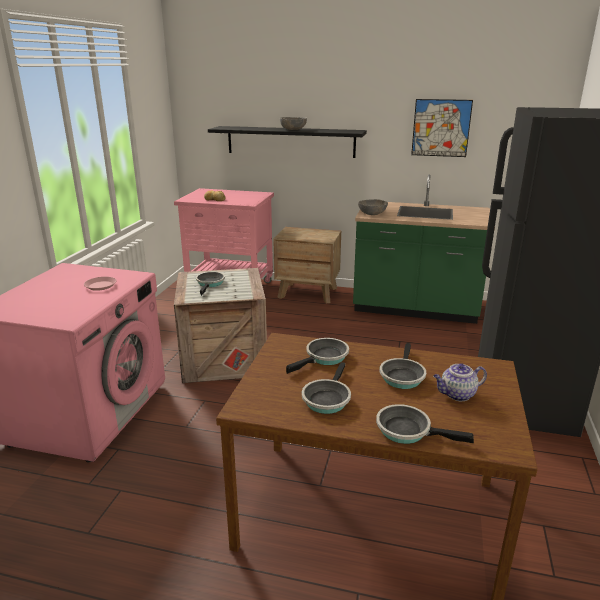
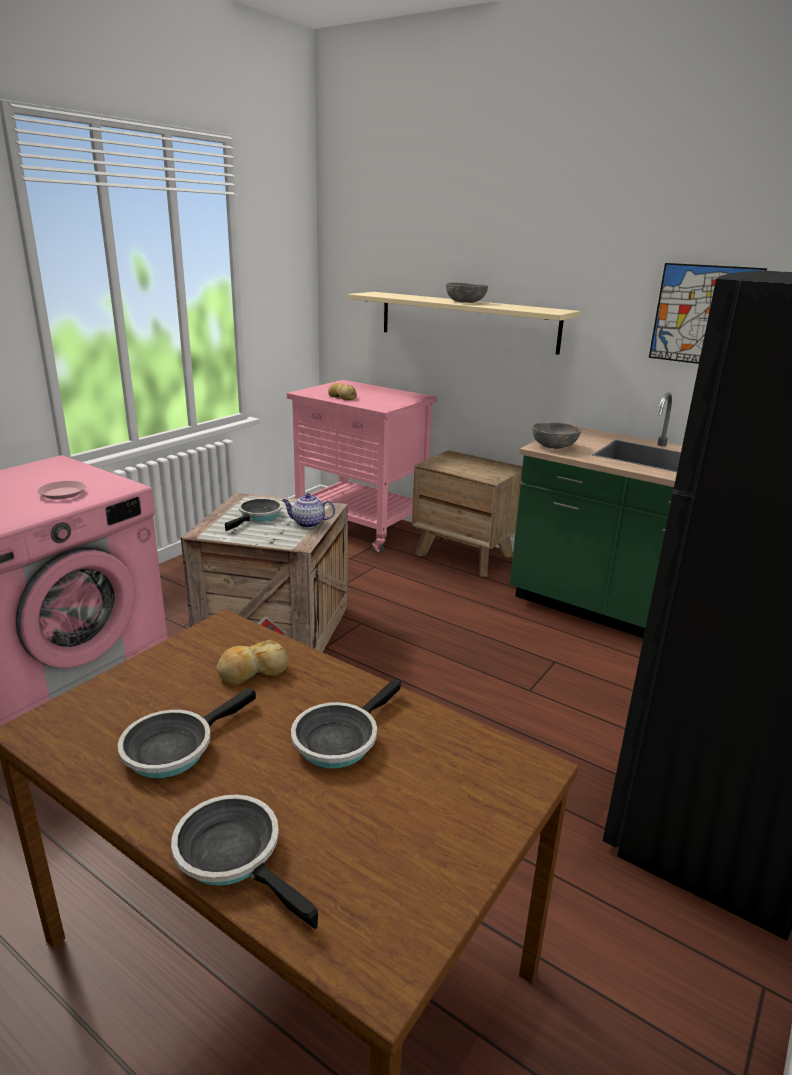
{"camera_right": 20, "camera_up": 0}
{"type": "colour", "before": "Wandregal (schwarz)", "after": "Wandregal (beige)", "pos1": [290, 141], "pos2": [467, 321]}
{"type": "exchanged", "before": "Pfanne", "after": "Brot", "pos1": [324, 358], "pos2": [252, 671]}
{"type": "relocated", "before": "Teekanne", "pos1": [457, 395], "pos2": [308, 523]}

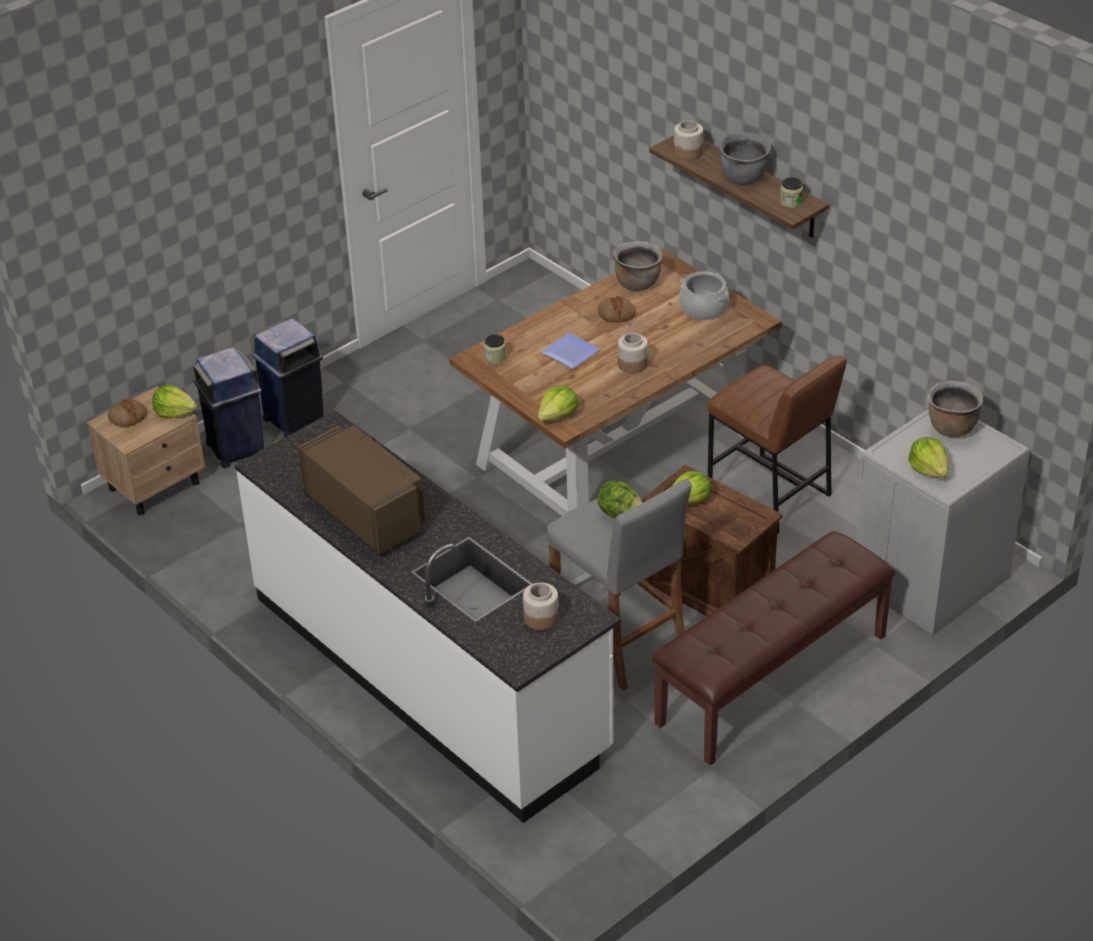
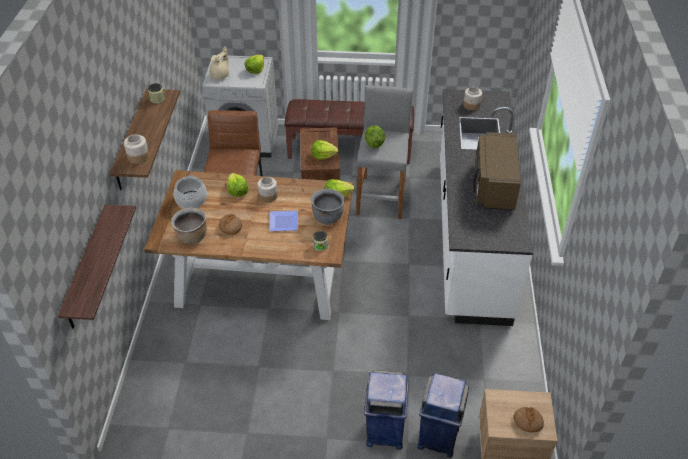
{"camera_right": -135, "camera_up": 5}
{"type": "relocated", "before": "Salatkopf", "pos1": [174, 412], "pos2": [237, 191]}
{"type": "relocated", "before": "Kochtopf (grau)", "pos1": [744, 178], "pos2": [327, 217]}
{"type": "exchanged", "before": "Kochtopf (braun)", "after": "Teekanne (beige)", "pos1": [951, 427], "pos2": [220, 75]}
{"type": "appeared", "after": "Wandregal", "pos2": [86, 268]}

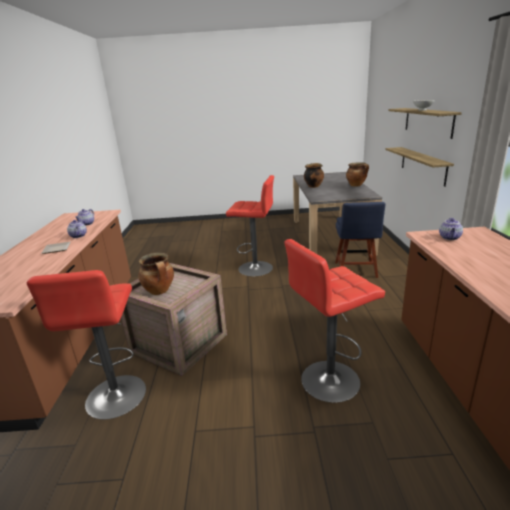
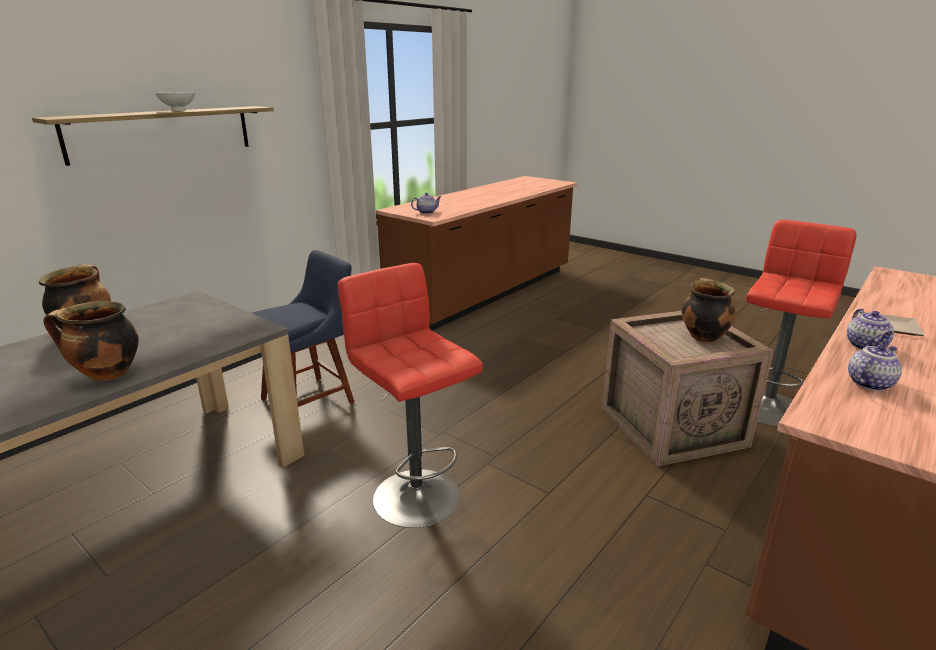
{"camera_right": -140, "camera_up": 0}
{"type": "missing", "before": "Hocker (rot)", "pos1": [329, 380]}
{"type": "missing", "before": "Wandregal", "pos1": [422, 165]}

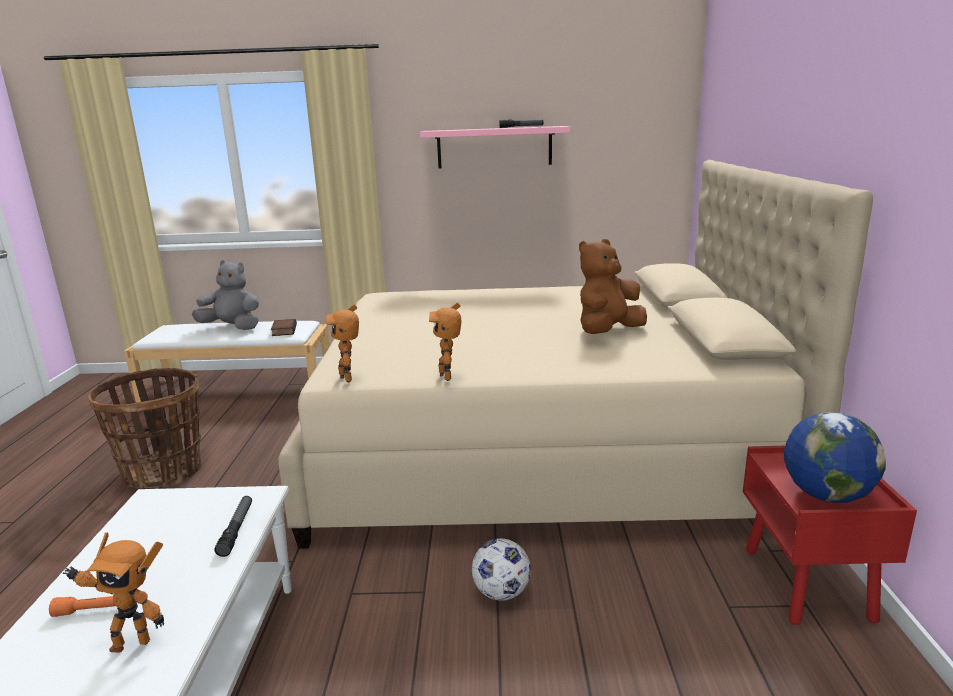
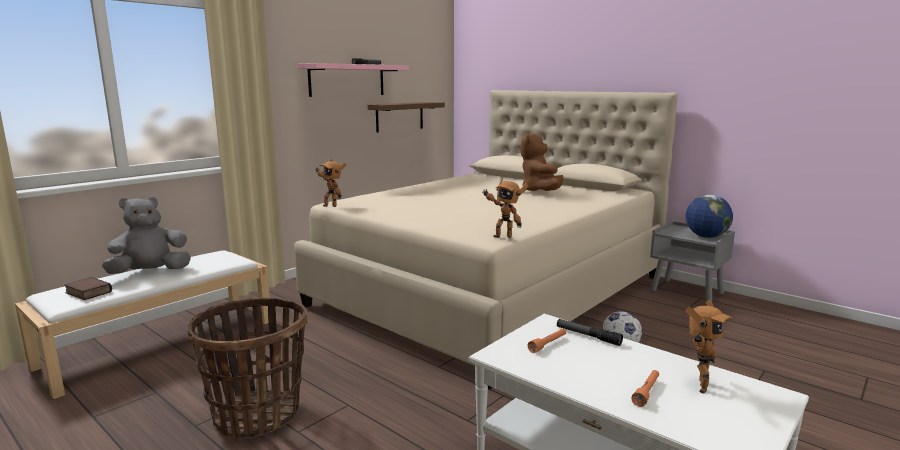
{"camera_right": -50, "camera_up": -5}
{"type": "relocated", "before": "Buch", "pos1": [283, 330], "pos2": [87, 292]}
{"type": "relocated", "before": "Spielzeugroboter", "pos1": [448, 376], "pos2": [331, 205]}
{"type": "colour", "before": "Nachttisch (rot)", "after": "Nachttisch (grau)", "pos1": [808, 584], "pos2": [687, 292]}
{"type": "appeared", "after": "Wandregal (braun)", "pos2": [399, 116]}
{"type": "appeared", "after": "Taschenlampe (orange)", "pos2": [548, 344]}

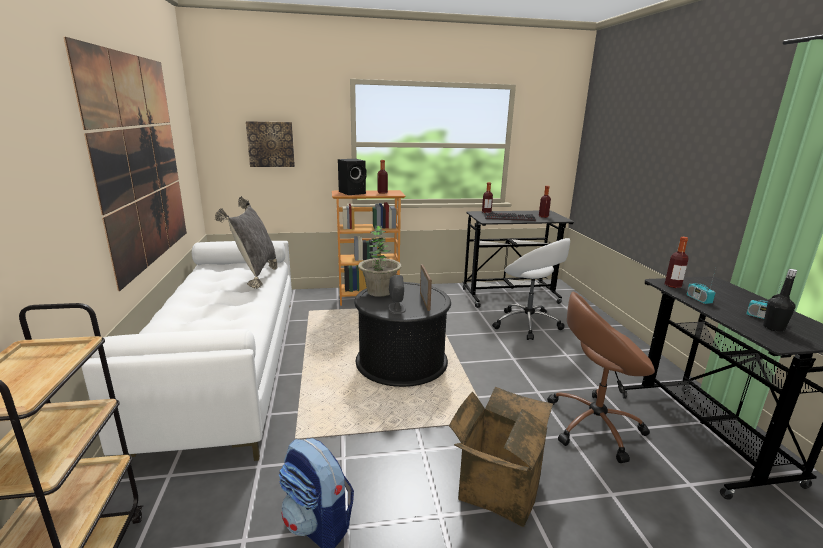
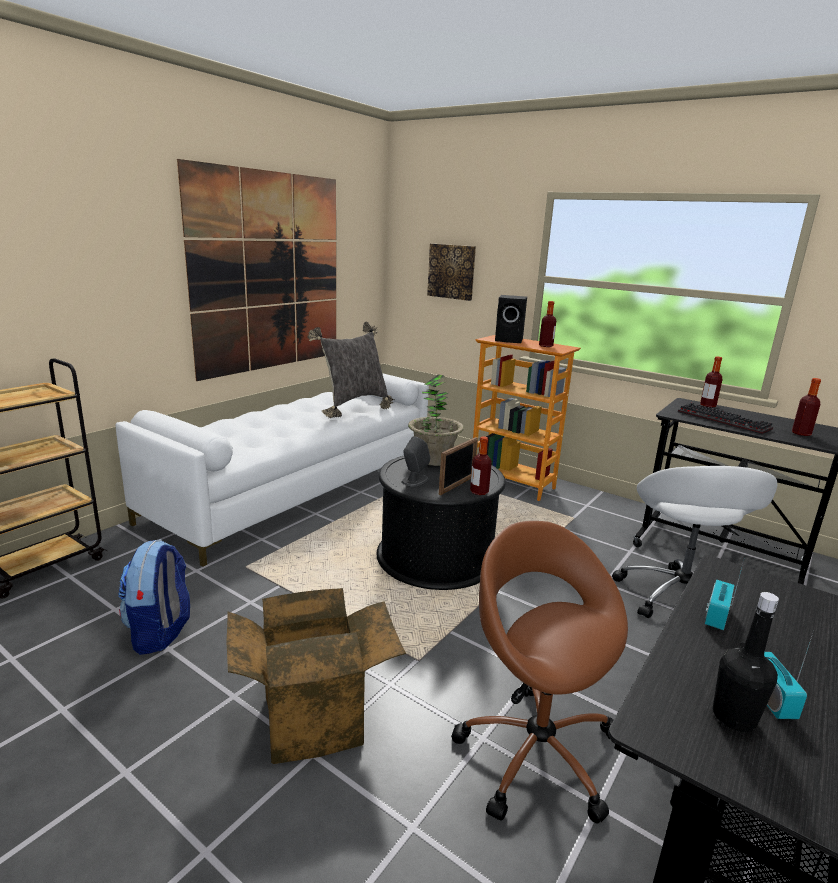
{"camera_right": 45, "camera_up": 0}
{"type": "relocated", "before": "Flasche", "pos1": [672, 285], "pos2": [479, 492]}

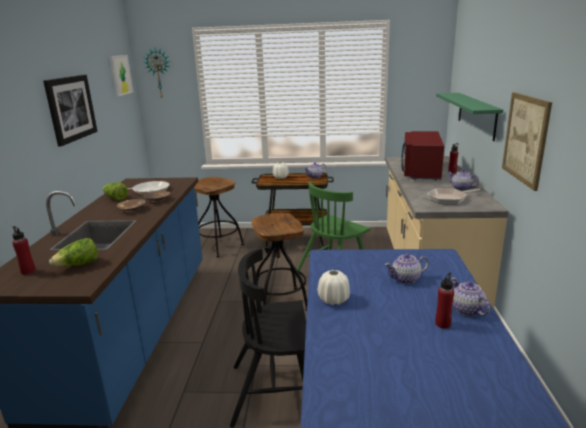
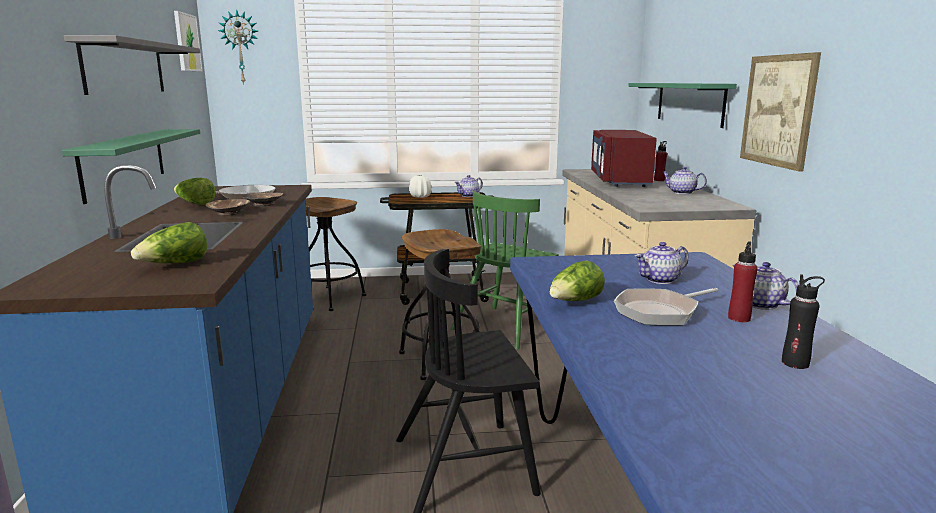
{"camera_right": -10, "camera_up": -5}
{"type": "missing", "before": "Flasche (rot)", "pos1": [28, 271]}
{"type": "exchanged", "before": "Bild", "after": "Wandregal (grau)", "pos1": [71, 108], "pos2": [125, 68]}
{"type": "exchanged", "before": "Vase (weiß)", "after": "Salatkopf", "pos1": [334, 299], "pos2": [575, 302]}
{"type": "relocated", "before": "Pfanne", "pos1": [449, 199], "pos2": [660, 312]}
{"type": "appeared", "after": "Wandregal (grün)", "pos2": [124, 162]}
{"type": "appeared", "after": "Flasche (schwarz)", "pos2": [795, 363]}

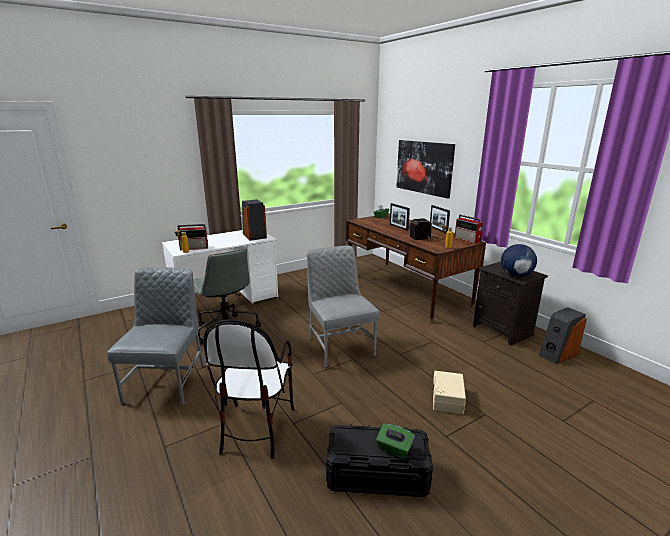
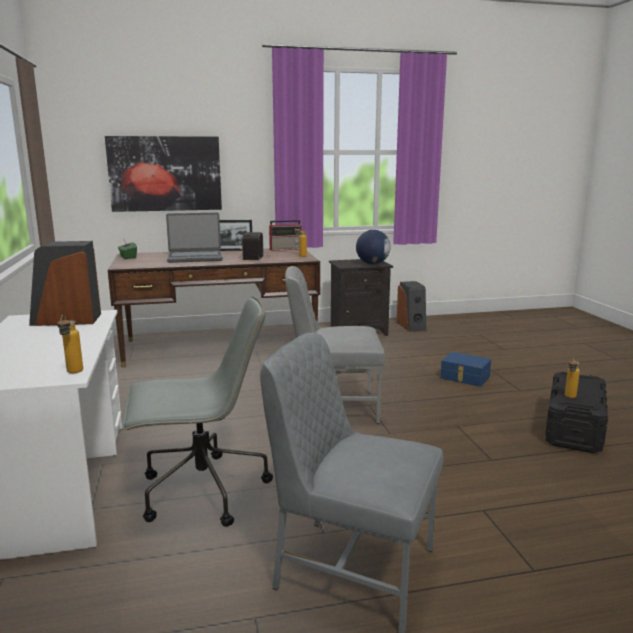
{"camera_right": -70, "camera_up": -5}
{"type": "missing", "before": "Radio", "pos1": [195, 248]}
{"type": "missing", "before": "Stuhl", "pos1": [256, 428]}
{"type": "missing", "before": "Taschentuchbox (grün)", "pos1": [394, 449]}
{"type": "exchanged", "before": "Bilderrahmen", "after": "Laptop", "pos1": [398, 227], "pos2": [195, 258]}
{"type": "colour", "before": "Aufbewahrungsbox (beige)", "after": "Aufbewahrungsbox (blau)", "pos1": [446, 399], "pos2": [464, 378]}
{"type": "appeared", "after": "Flasche", "pos2": [569, 398]}

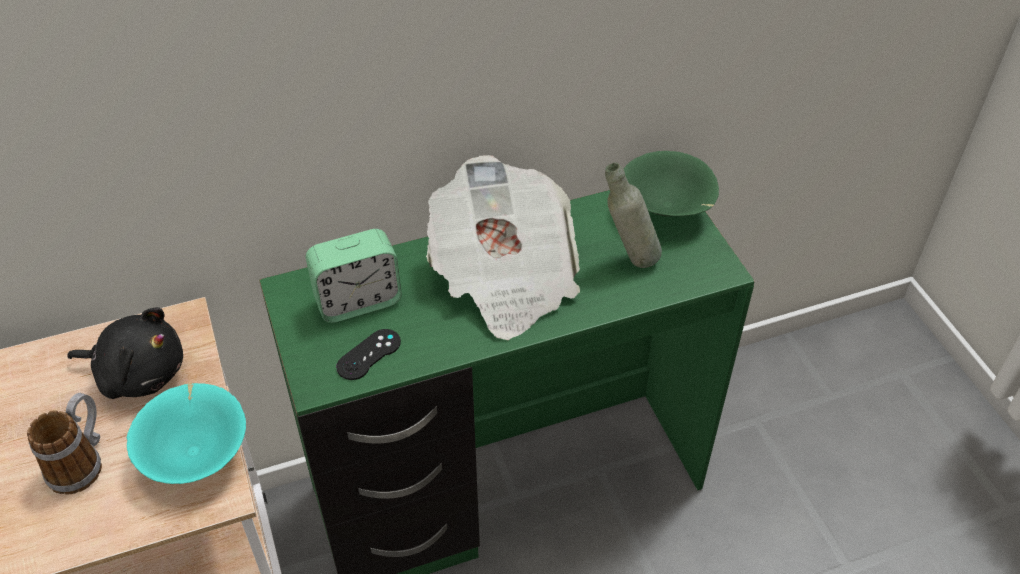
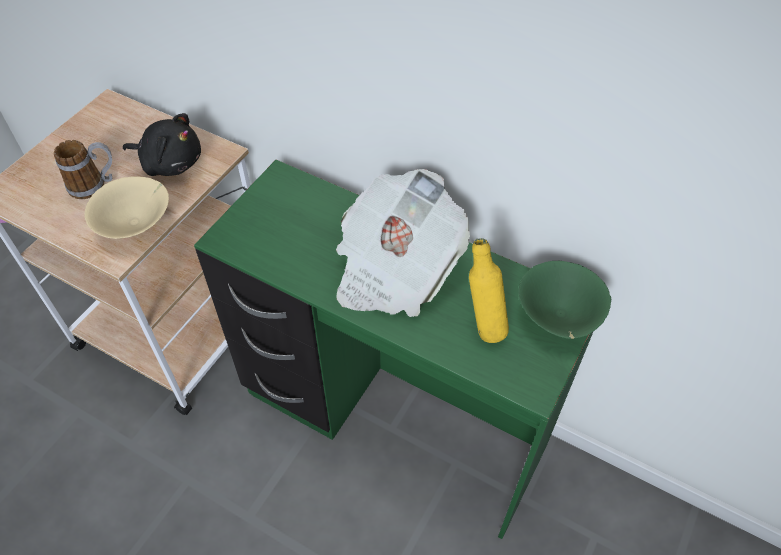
{"camera_right": 50, "camera_up": 5}
{"type": "spun", "before": "Plüschtier (schwarz)", "pos1": [138, 373], "pos2": [170, 162], "turn": -45}
{"type": "colour", "before": "Schüssel (türkis)", "after": "Schüssel (beige)", "pos1": [197, 453], "pos2": [137, 225]}
{"type": "missing", "before": "Wecker", "pos1": [358, 301]}
{"type": "missing", "before": "Gamepad (schwarz)", "pos1": [369, 354]}
{"type": "colour", "before": "Flasche (grau)", "after": "Flasche (gelb)", "pos1": [628, 260], "pos2": [483, 326]}

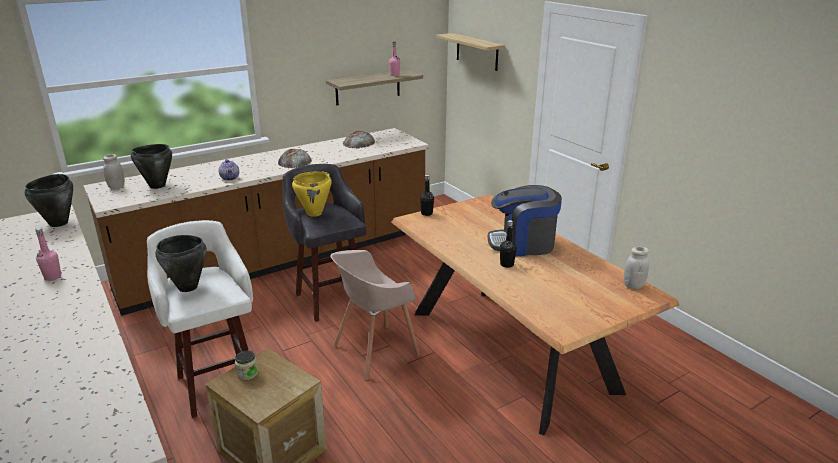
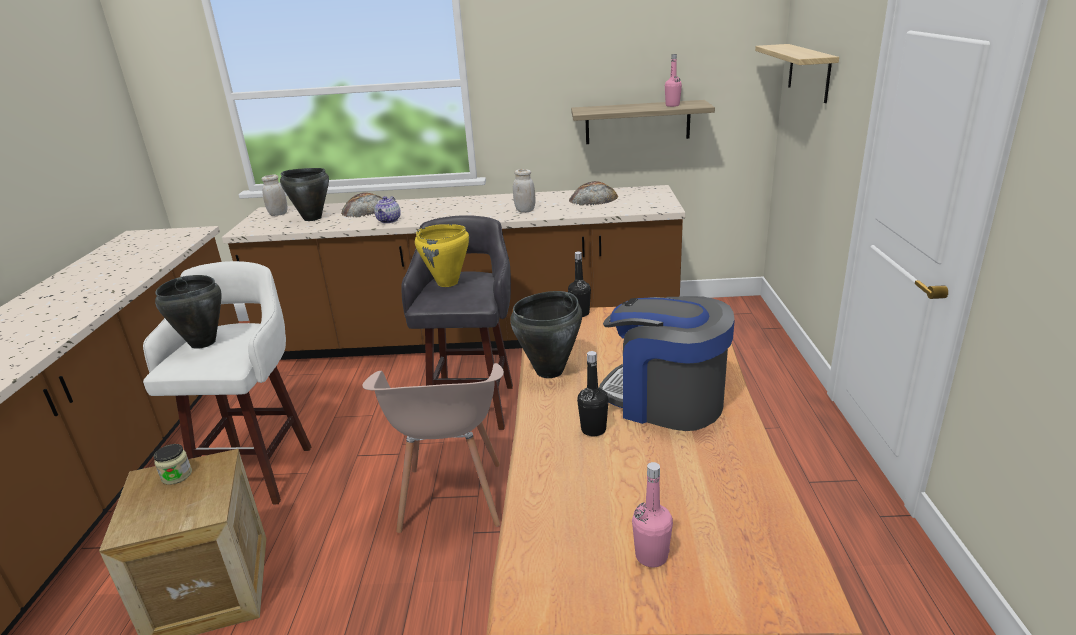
{"camera_right": 35, "camera_up": 0}
{"type": "relocated", "before": "Kochtopf (schwarz)", "pos1": [59, 223], "pos2": [550, 371]}
{"type": "relocated", "before": "Flasche (rosa)", "pos1": [53, 277], "pos2": [651, 556]}
{"type": "relocated", "before": "Brot", "pos1": [294, 161], "pos2": [365, 209]}
{"type": "spun", "before": "Stuhl (beige)", "pos1": [375, 351], "pos2": [452, 498], "turn": -90}
{"type": "relocated", "before": "Vorratsglas (weiß)", "pos1": [633, 286], "pos2": [525, 210]}

